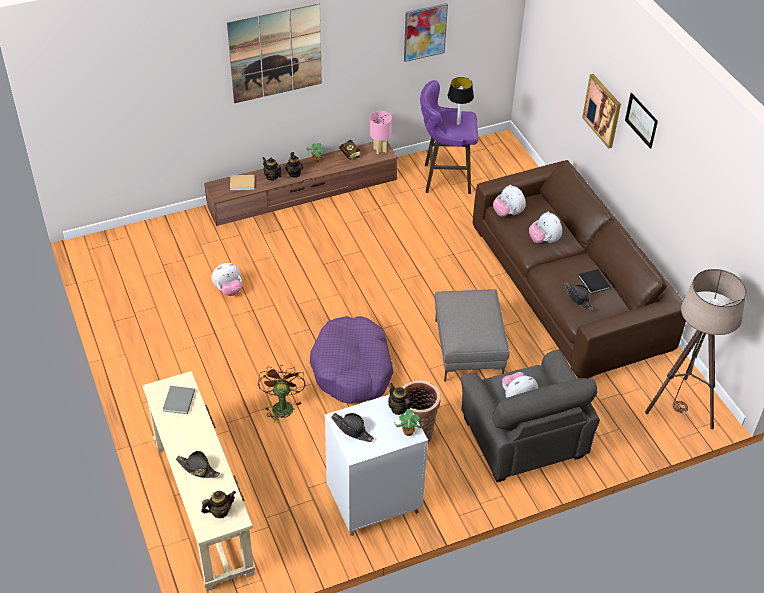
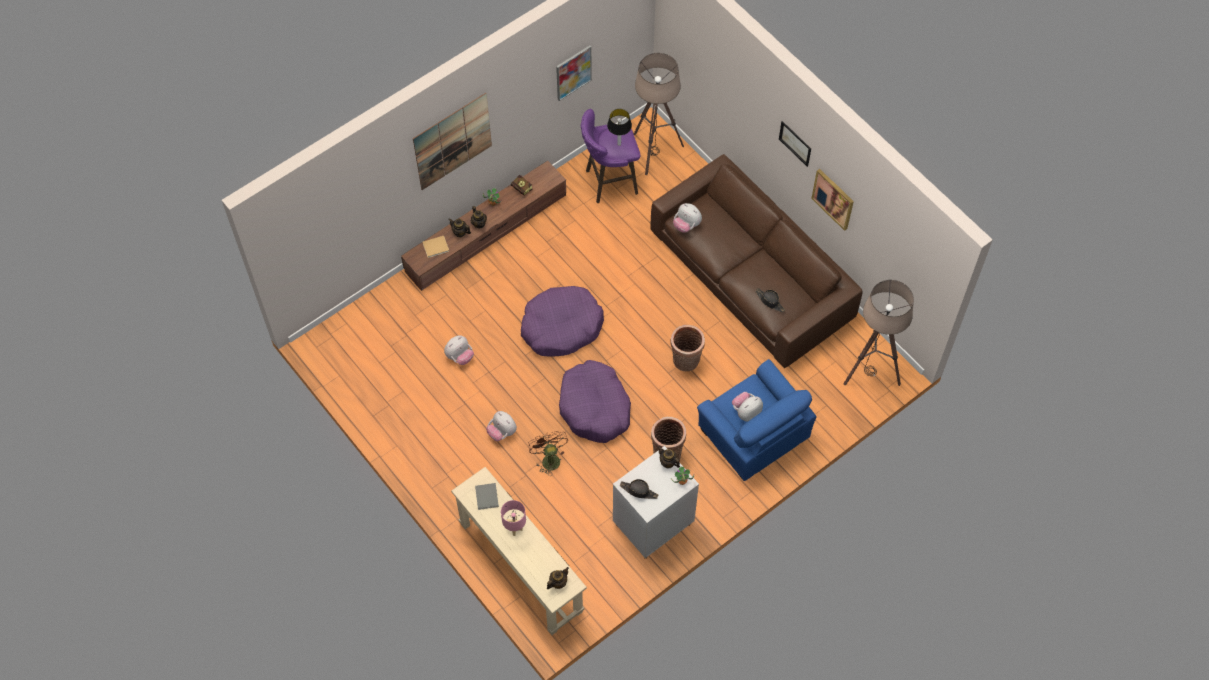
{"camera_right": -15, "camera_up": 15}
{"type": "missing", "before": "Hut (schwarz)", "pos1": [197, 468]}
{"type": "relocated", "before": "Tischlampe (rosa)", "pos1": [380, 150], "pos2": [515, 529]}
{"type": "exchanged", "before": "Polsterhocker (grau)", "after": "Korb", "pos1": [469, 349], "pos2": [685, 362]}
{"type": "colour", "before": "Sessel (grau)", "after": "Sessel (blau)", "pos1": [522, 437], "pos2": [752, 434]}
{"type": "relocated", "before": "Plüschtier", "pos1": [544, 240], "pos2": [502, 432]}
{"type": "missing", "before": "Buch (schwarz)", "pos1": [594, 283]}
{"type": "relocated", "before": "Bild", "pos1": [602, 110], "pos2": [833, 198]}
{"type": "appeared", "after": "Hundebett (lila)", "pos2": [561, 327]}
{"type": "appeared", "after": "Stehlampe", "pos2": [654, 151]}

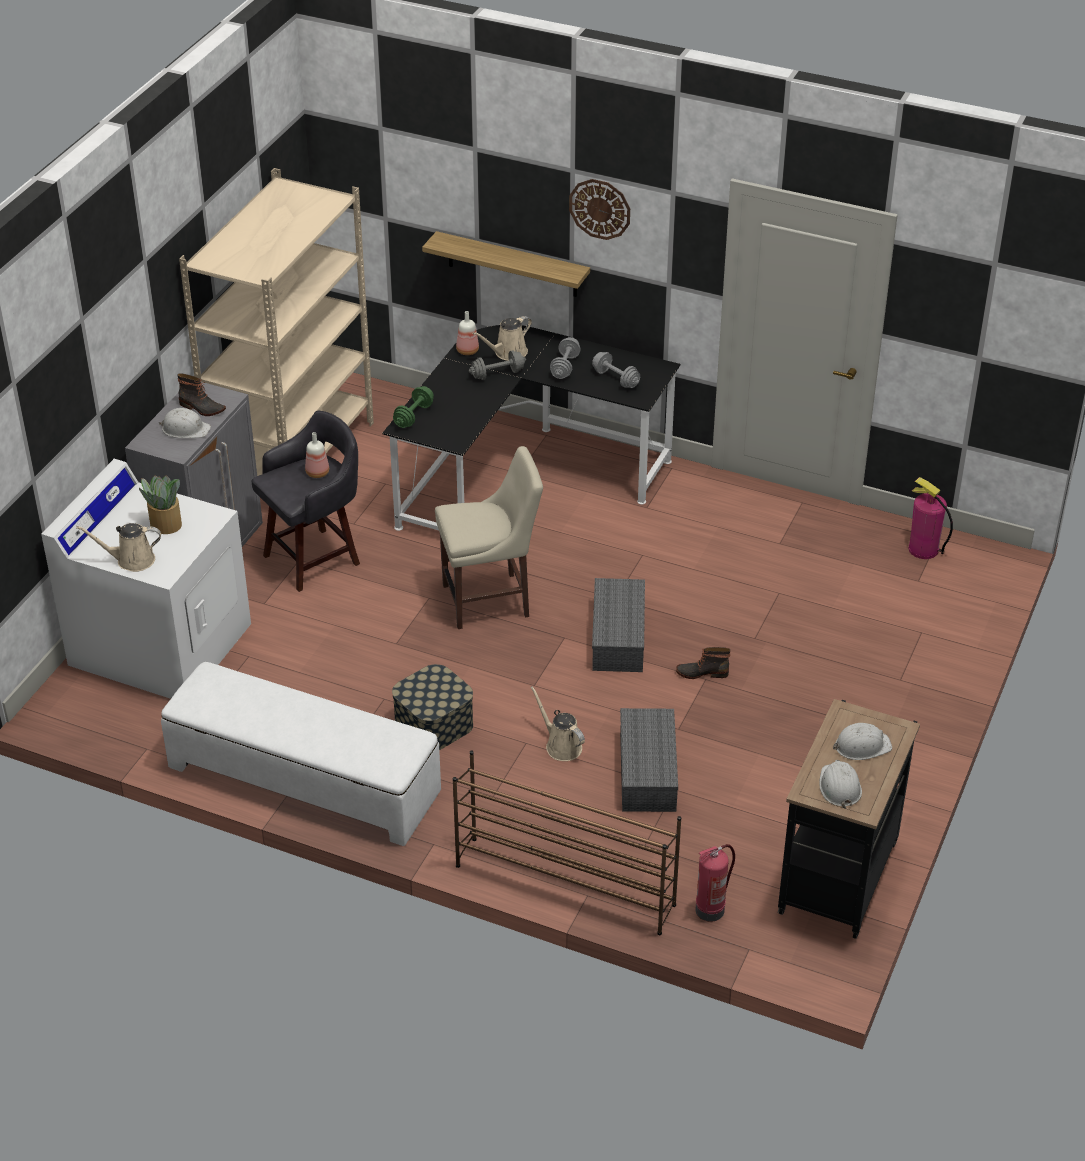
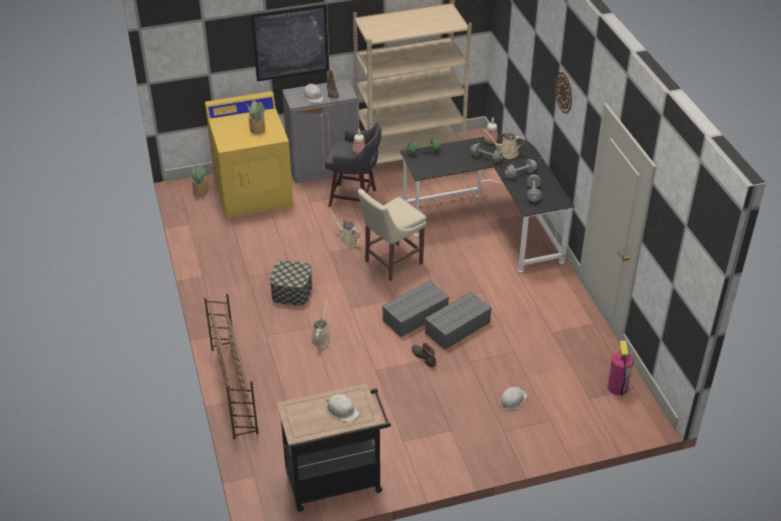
{"camera_right": 50, "camera_up": 0}
{"type": "colour", "before": "Waschmaschine (weiß)", "after": "Waschmaschine (gelb)", "pos1": [161, 643], "pos2": [253, 190]}
{"type": "relocated", "before": "Gießkanne (beige)", "pos1": [131, 560], "pos2": [347, 240]}
{"type": "missing", "before": "Bank (weiß)", "pos1": [302, 779]}
{"type": "missing", "before": "Wandregal", "pos1": [512, 265]}
{"type": "spun", "before": "Stuhl (beige)", "pos1": [491, 600], "pos2": [391, 263], "turn": 105}
{"type": "relocated", "before": "Aufbewahrungsbox (grau)", "pos1": [649, 773], "pos2": [457, 328]}
{"type": "missing", "before": "Feuerlöscher", "pos1": [710, 909]}
{"type": "relocated", "before": "Schutzhelm (weiß)", "pos1": [839, 787], "pos2": [512, 399]}
{"type": "appeared", "after": "Topfpflanze", "pos2": [200, 191]}
{"type": "appeared", "after": "Bild", "pos2": [290, 42]}

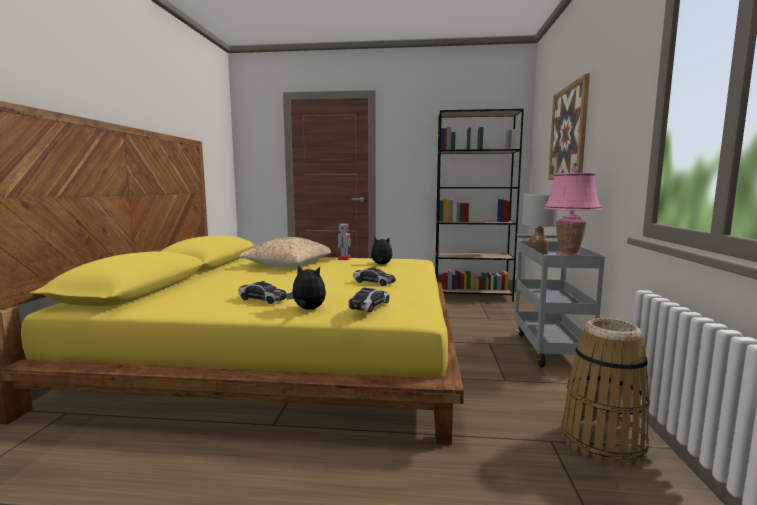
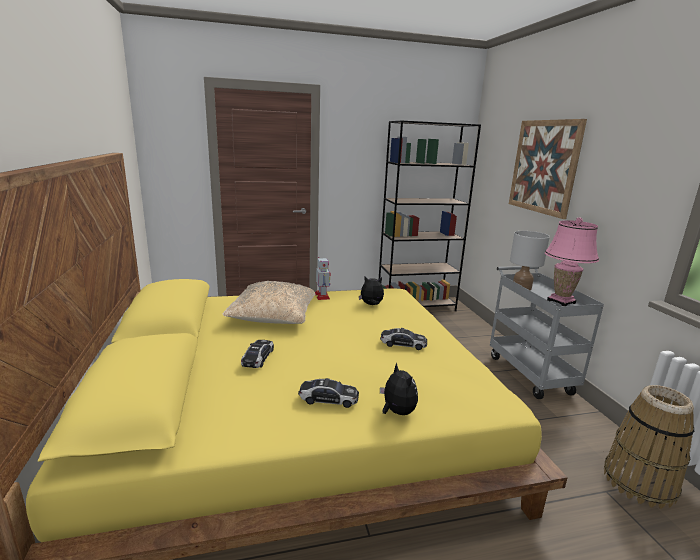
{"camera_right": -20, "camera_up": 10}
{"type": "spun", "before": "Plüschtier", "pos1": [308, 309], "pos2": [397, 412], "turn": 60}
{"type": "relocated", "before": "Spielzeugauto", "pos1": [369, 306], "pos2": [258, 358]}

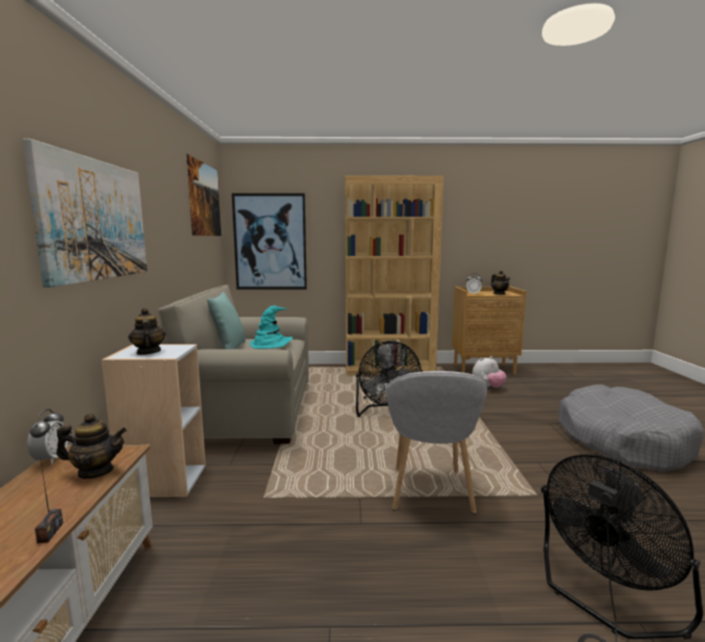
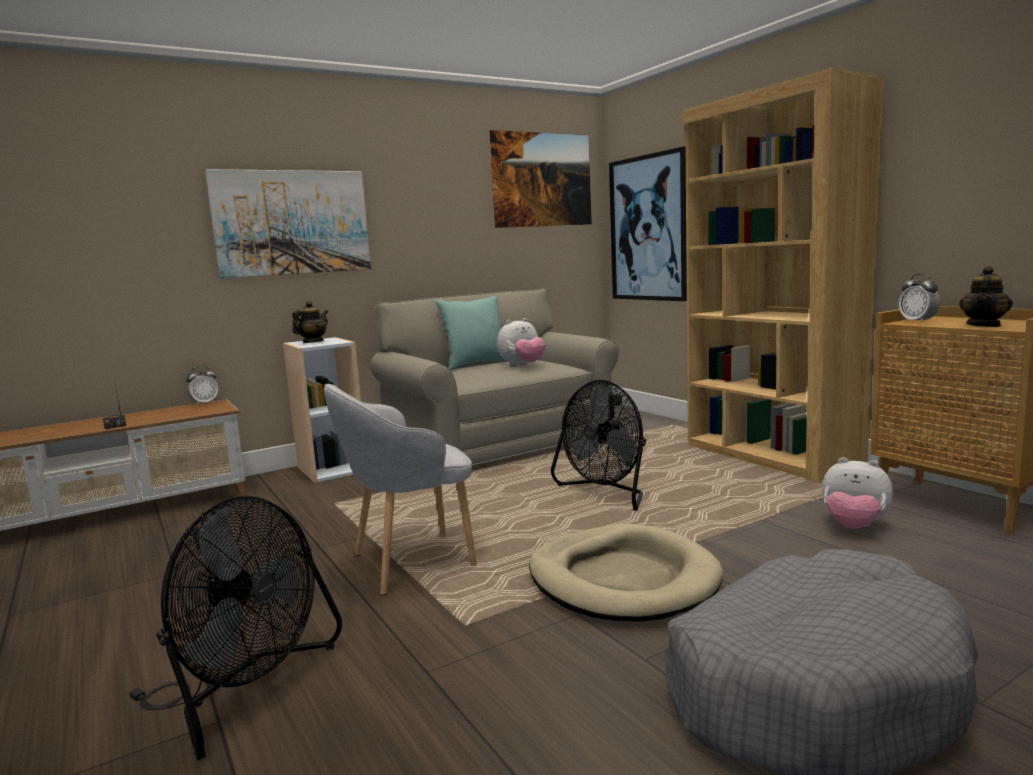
{"camera_right": 60, "camera_up": 0}
{"type": "missing", "before": "Teekanne", "pos1": [96, 471]}
{"type": "exchanged", "before": "Hut (türkis)", "after": "Plüschtier", "pos1": [271, 343], "pos2": [522, 366]}
{"type": "appeared", "after": "Hundebett (beige)", "pos2": [623, 580]}

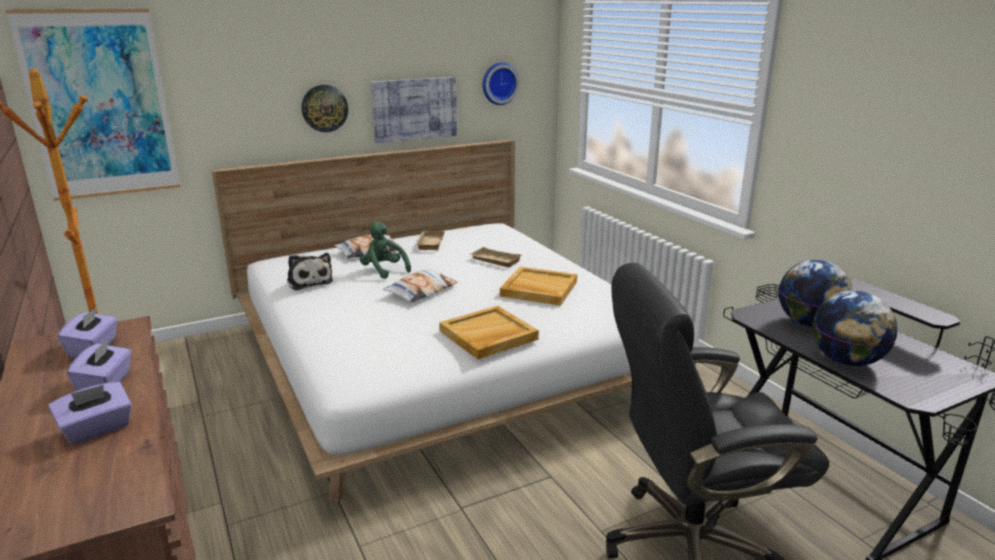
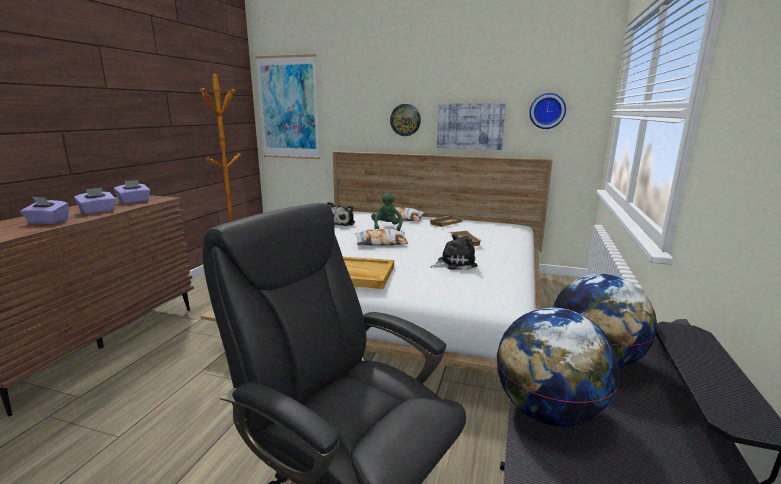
{"camera_right": 45, "camera_up": -5}
{"type": "exchanged", "before": "Tablett (beige)", "after": "Plüschtier", "pos1": [538, 289], "pos2": [454, 263]}

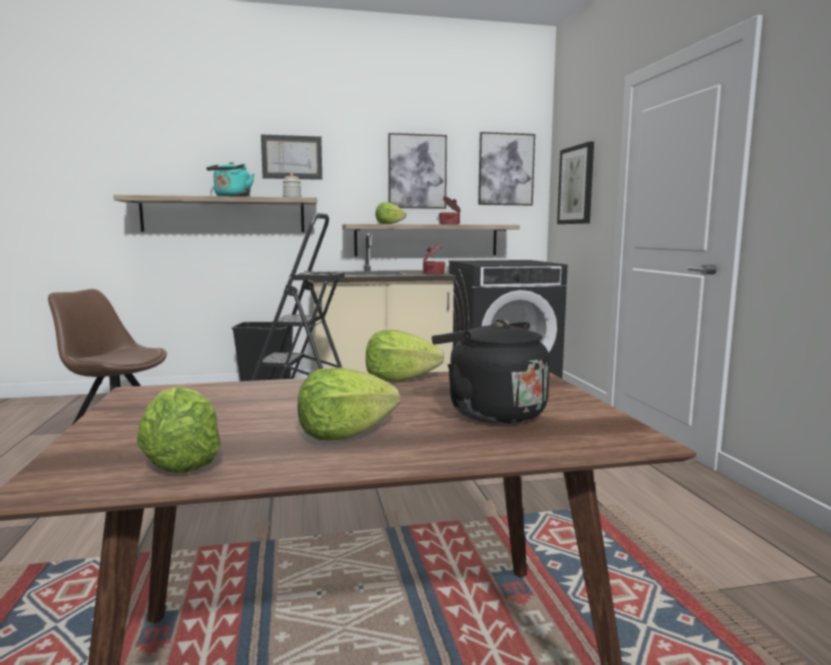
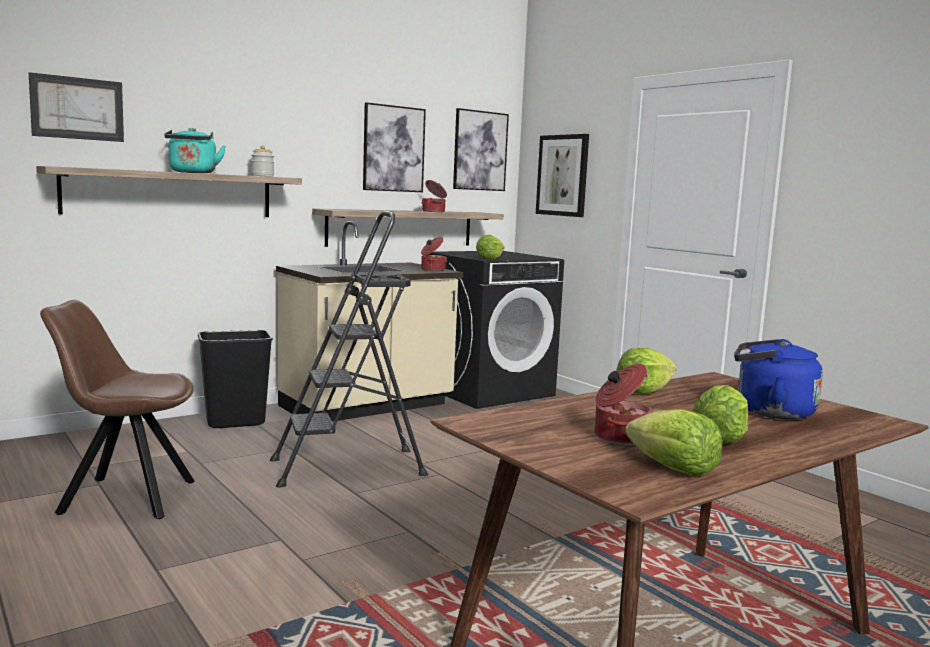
{"camera_right": -25, "camera_up": 0}
{"type": "relocated", "before": "Bild", "pos1": [292, 157], "pos2": [77, 108]}
{"type": "relocated", "before": "Salatkopf", "pos1": [389, 224], "pos2": [490, 259]}
{"type": "colour", "before": "Wasserkessel (schwarz)", "after": "Wasserkessel (blau)", "pos1": [491, 412], "pos2": [769, 412]}
{"type": "appeared", "after": "Kochtopf", "pos2": [619, 437]}

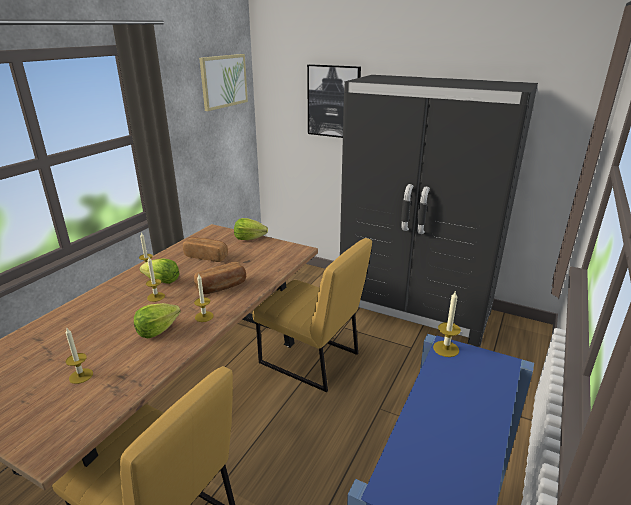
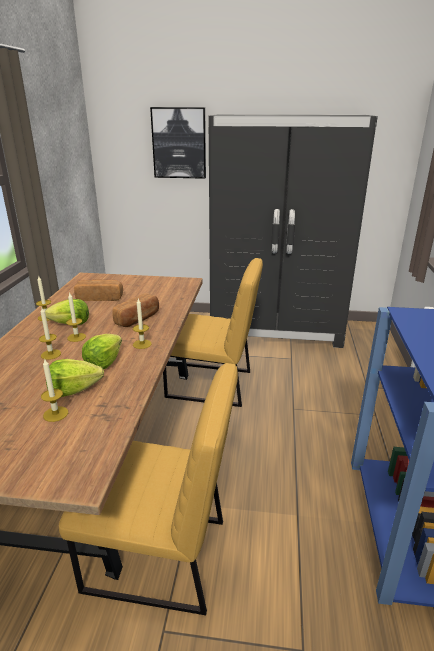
{"camera_right": -20, "camera_up": 0}
{"type": "missing", "before": "Bild", "pos1": [223, 81]}
{"type": "relocated", "before": "Salatkopf", "pos1": [249, 238], "pos2": [74, 390]}
{"type": "relocated", "before": "Kerze", "pos1": [446, 349], "pos2": [51, 354]}

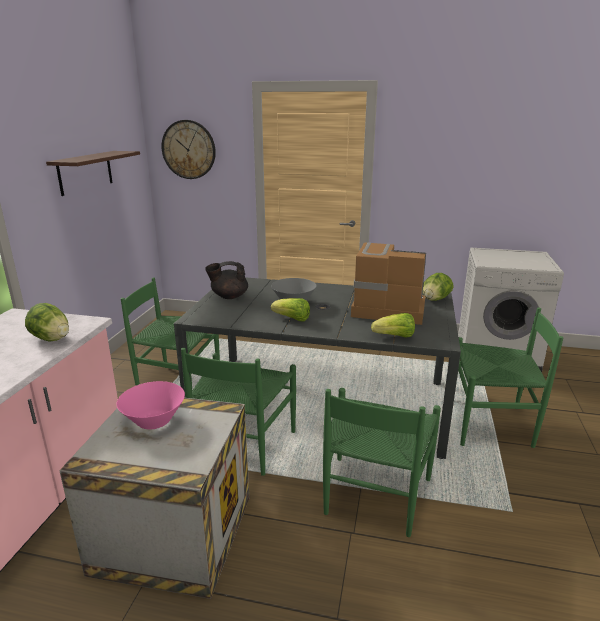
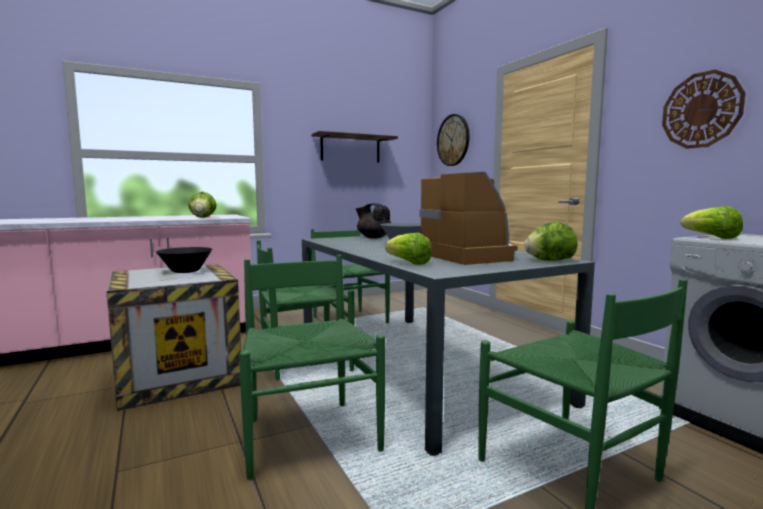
{"camera_right": 50, "camera_up": -15}
{"type": "colour", "before": "Schüssel (rosa)", "after": "Schüssel (schwarz)", "pos1": [154, 421], "pos2": [185, 271]}
{"type": "relocated", "before": "Salatkopf", "pos1": [292, 319], "pos2": [711, 237]}
{"type": "spun", "before": "Stuhl (grün)", "pos1": [374, 496], "pos2": [308, 435], "turn": 90}
{"type": "appeared", "after": "Wanduhr", "pos2": [701, 110]}

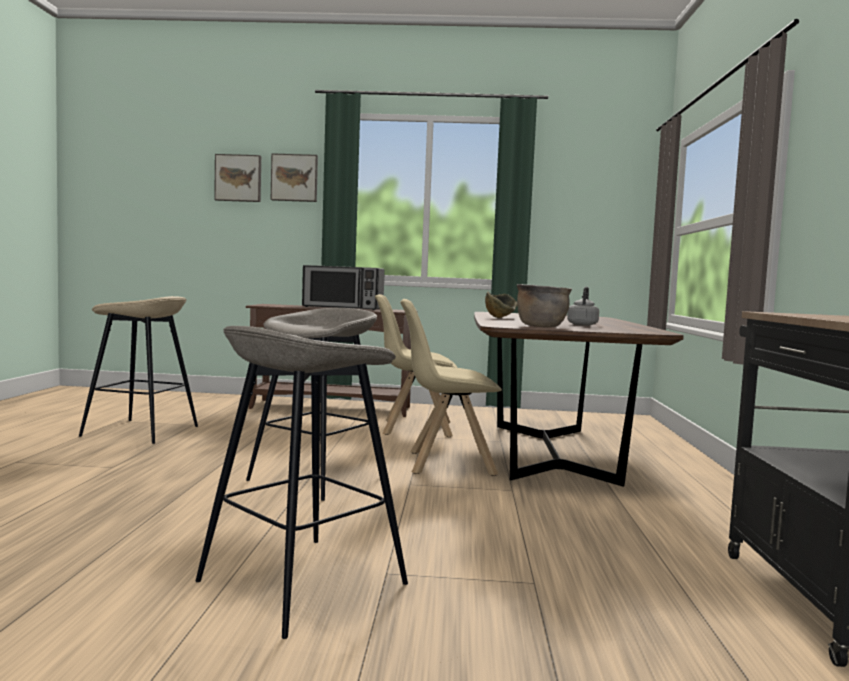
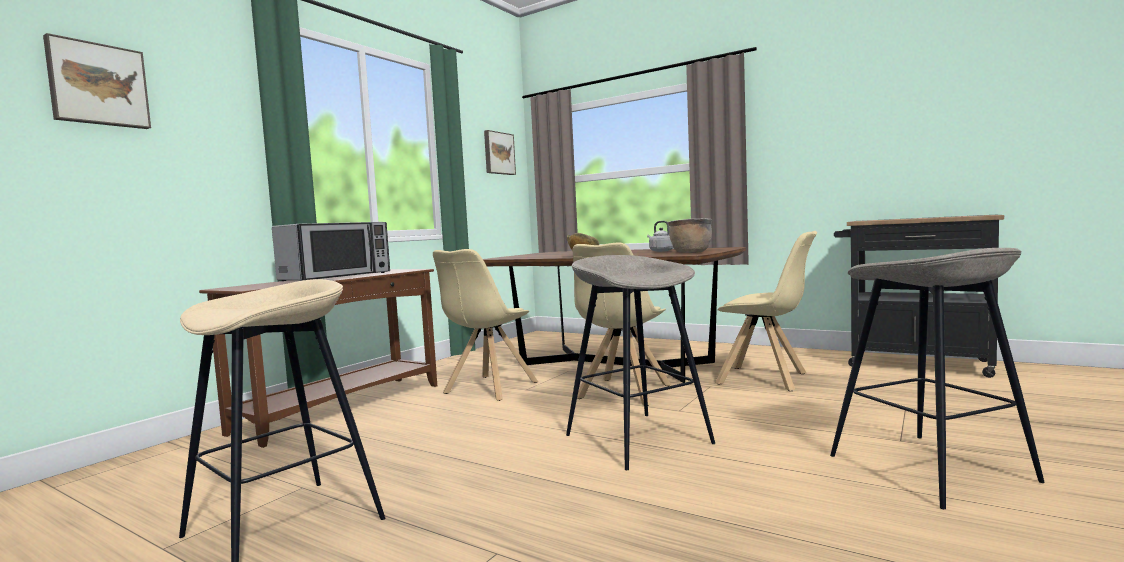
{"camera_right": -60, "camera_up": 0}
{"type": "relocated", "before": "Bild", "pos1": [294, 178], "pos2": [498, 153]}
{"type": "appeared", "after": "Stuhl (beige)", "pos2": [766, 379]}

